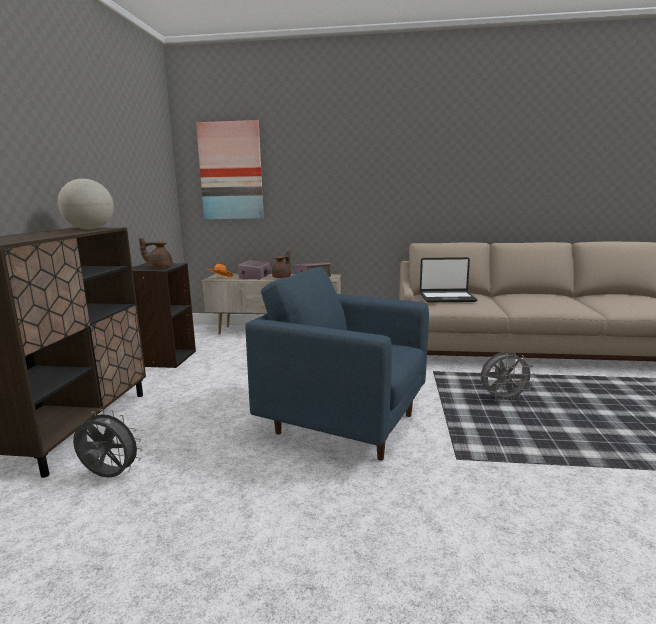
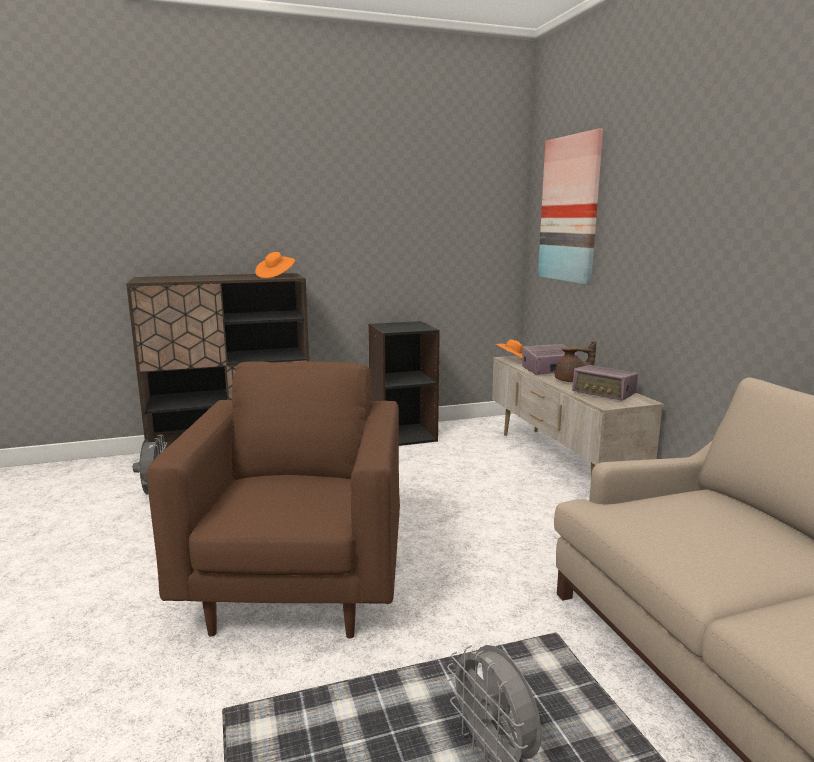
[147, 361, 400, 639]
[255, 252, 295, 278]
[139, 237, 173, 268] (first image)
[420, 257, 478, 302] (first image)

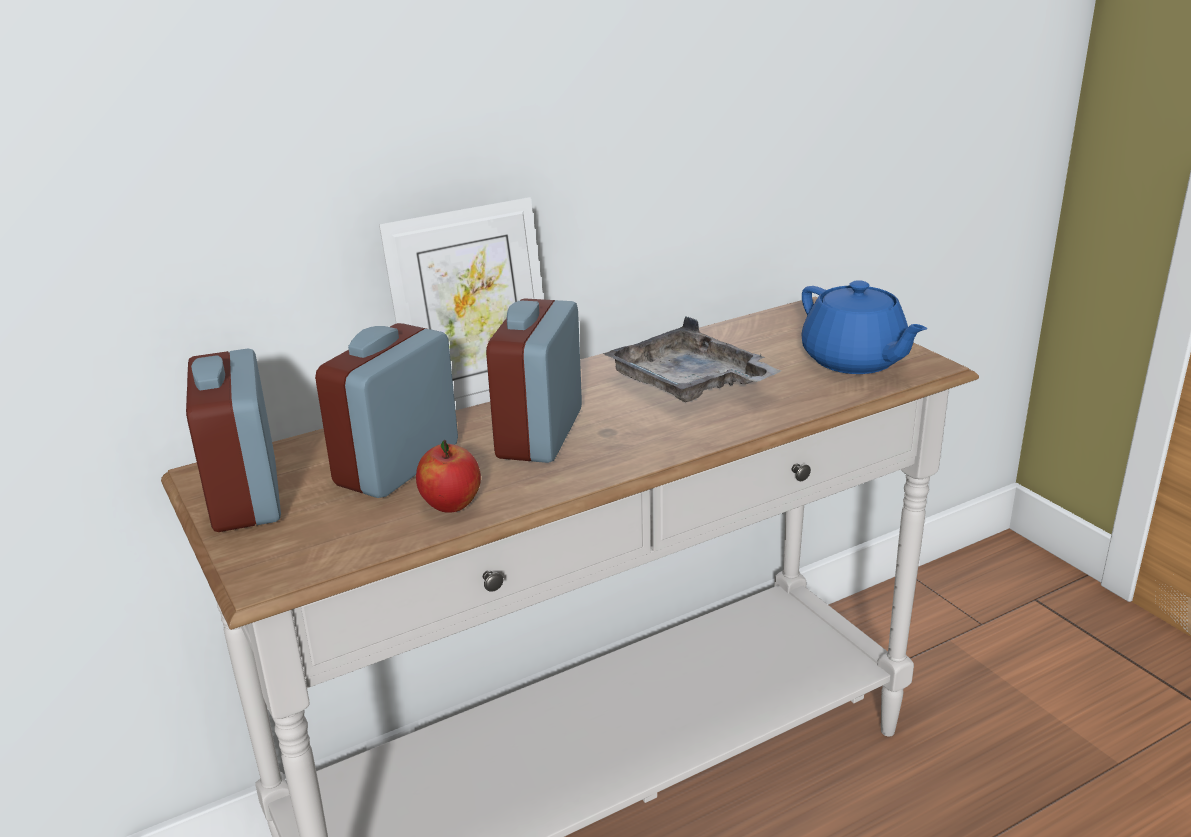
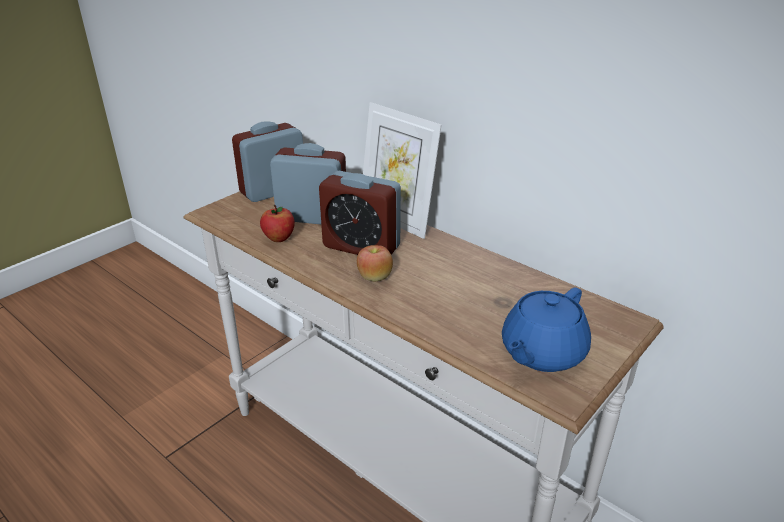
[319, 171, 401, 255]
[357, 245, 393, 281]
[603, 316, 781, 402] (first image)

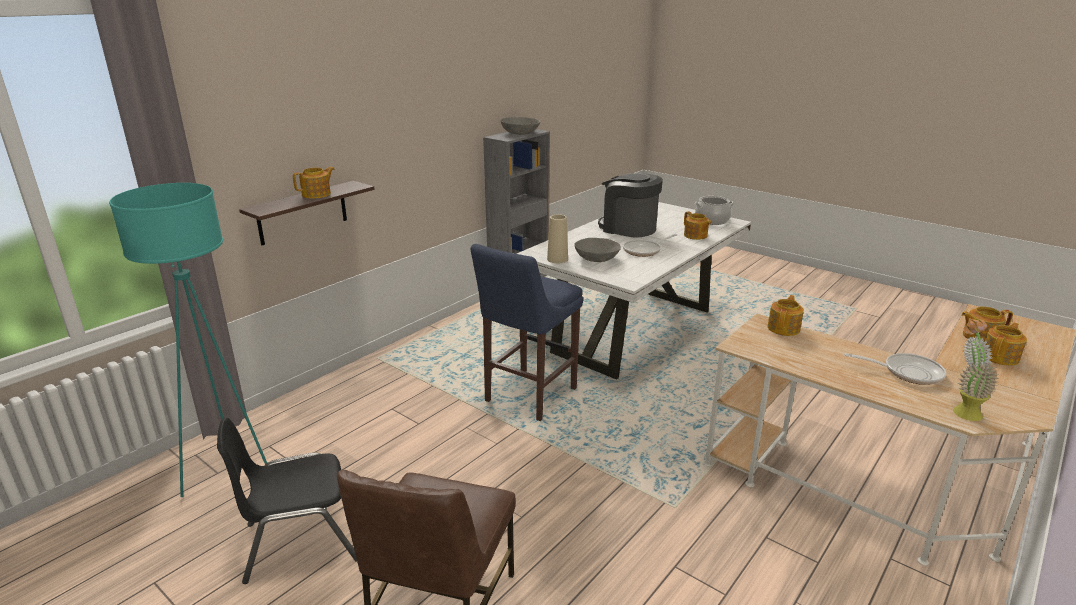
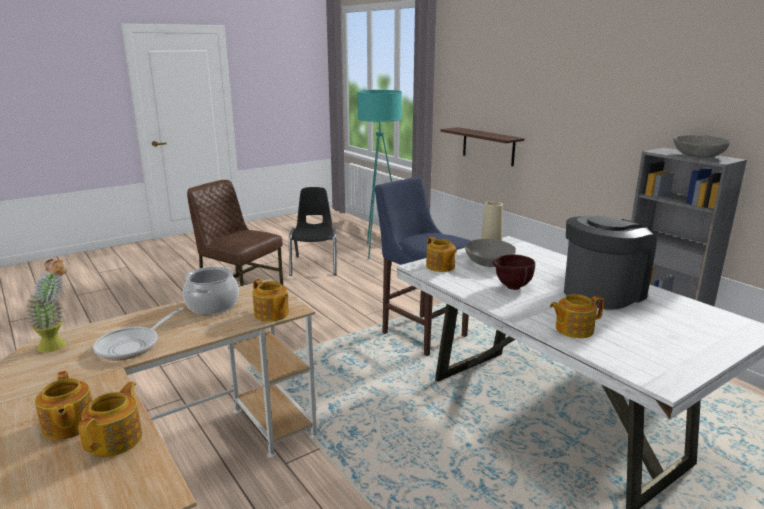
[183, 266, 239, 314]
[426, 237, 457, 272]
[493, 254, 535, 290]

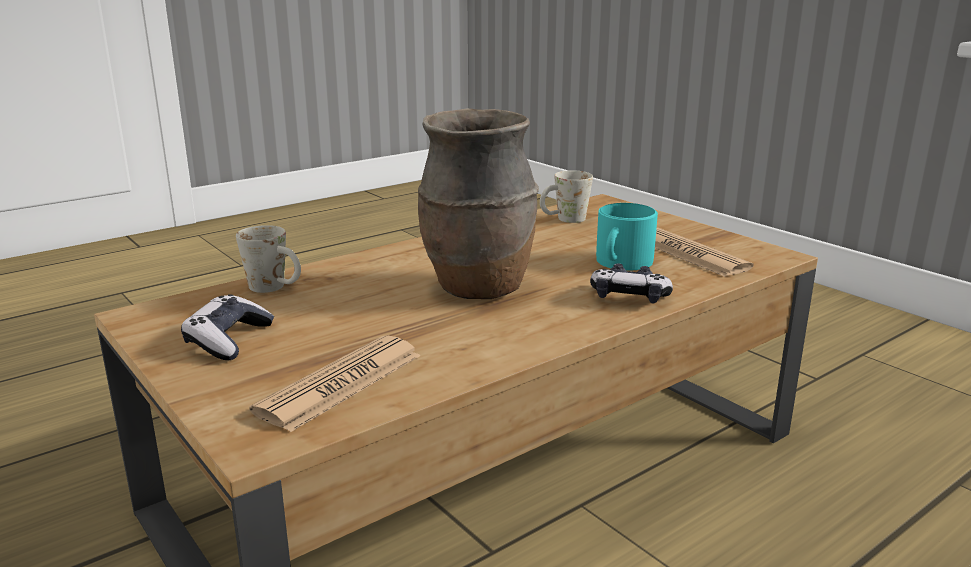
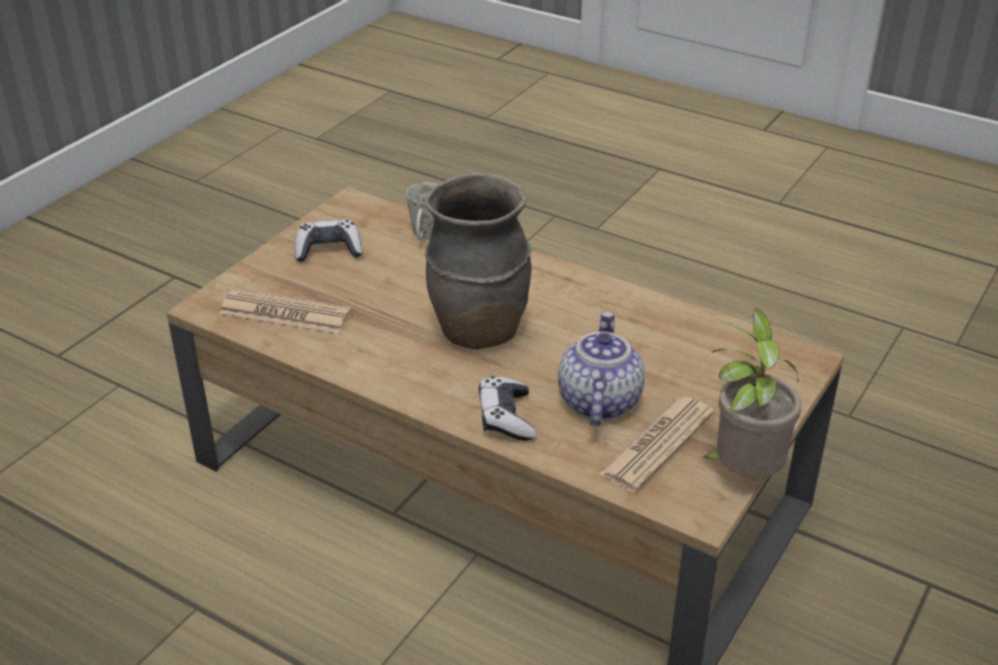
[558, 311, 645, 426]
[702, 307, 802, 478]
[540, 170, 593, 223] (first image)

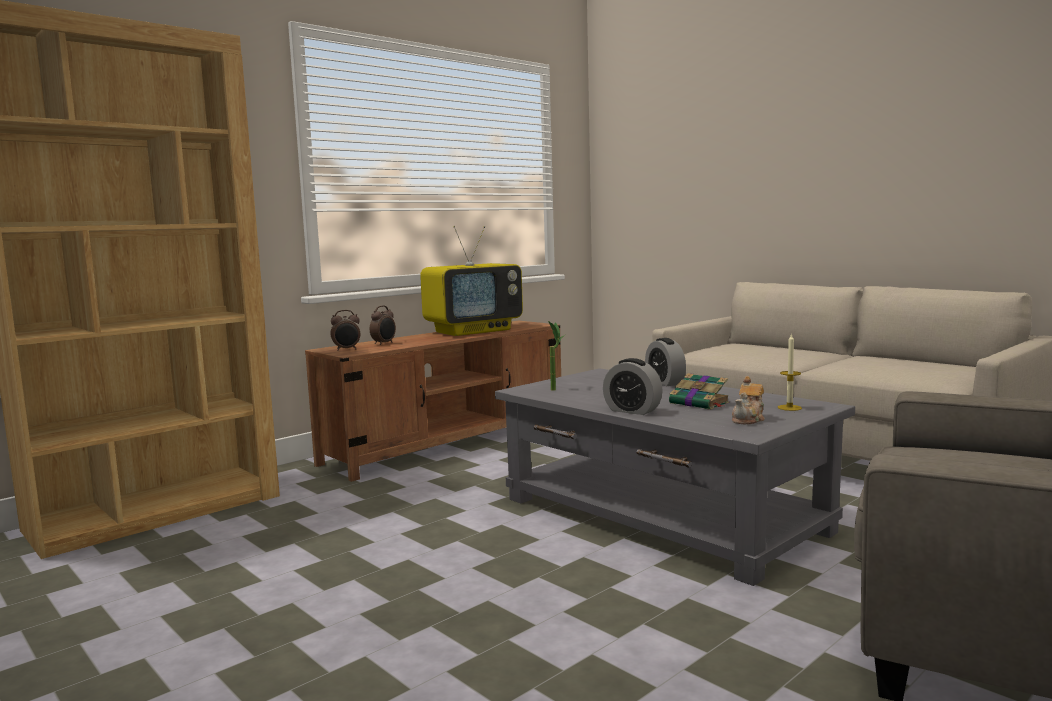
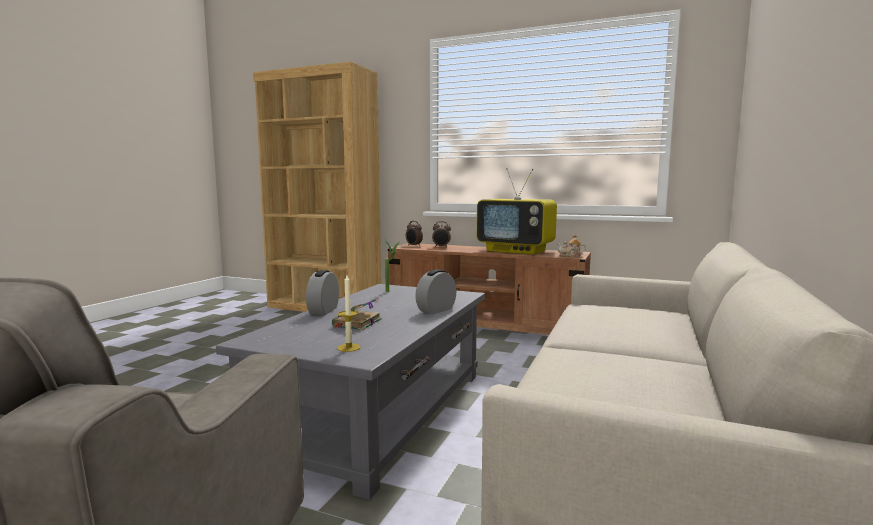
[557, 234, 586, 257]

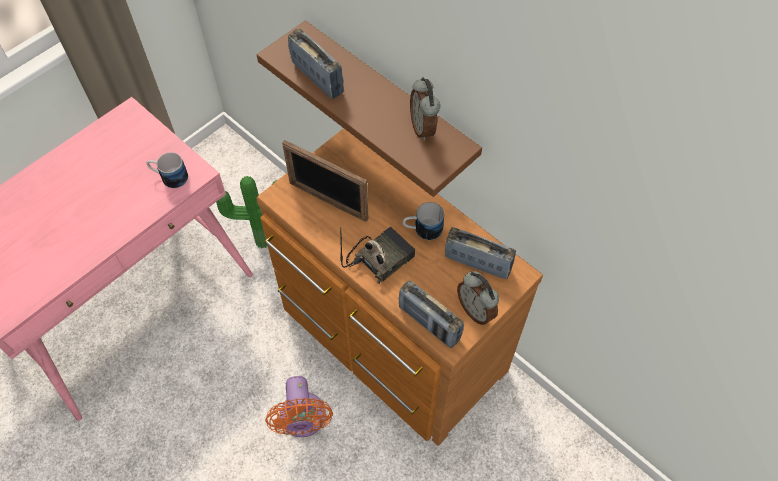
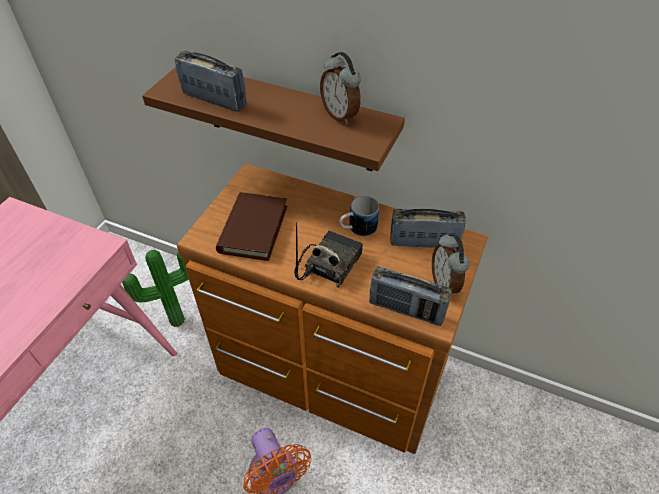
[216, 192, 287, 261]
[432, 233, 470, 293]
[146, 152, 188, 188] (first image)

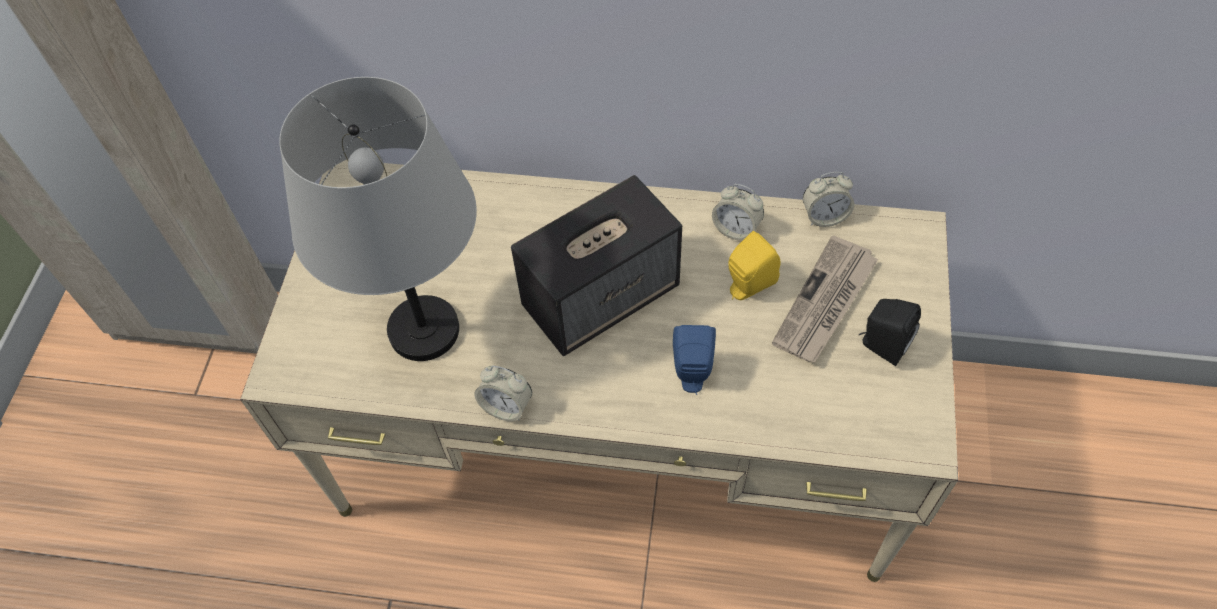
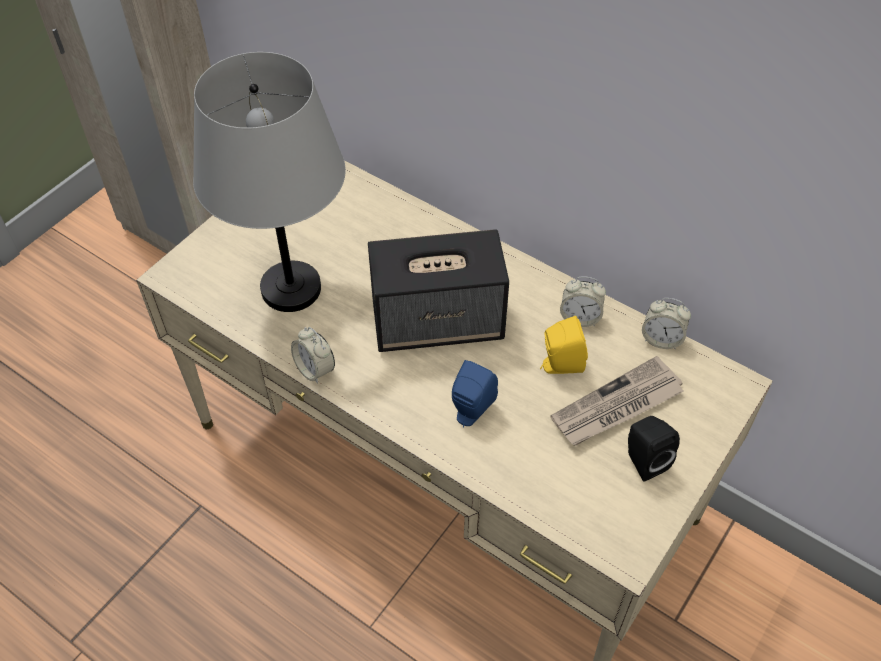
[560, 277, 606, 327]

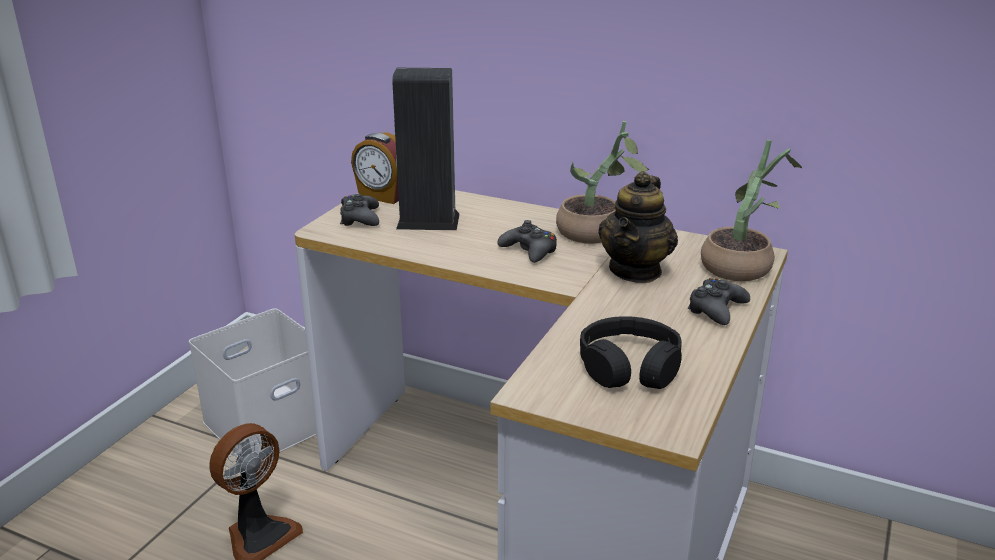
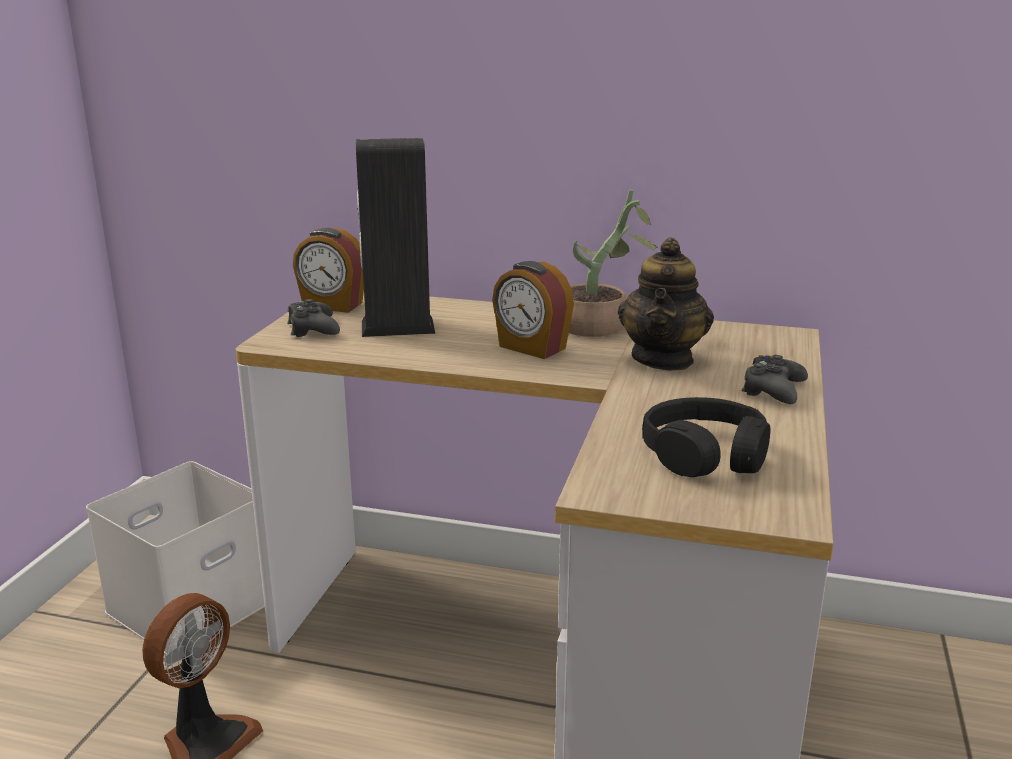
[492, 261, 574, 359]
[701, 140, 802, 281] (first image)

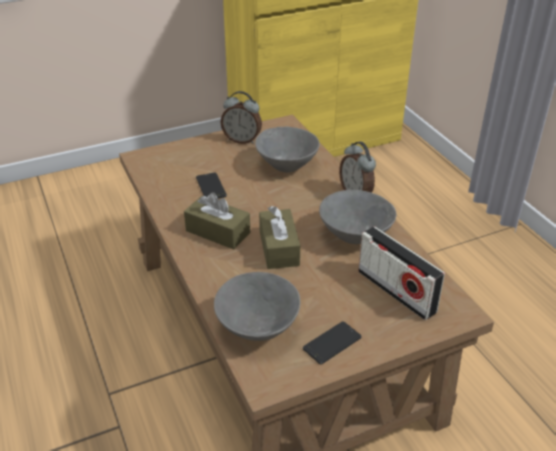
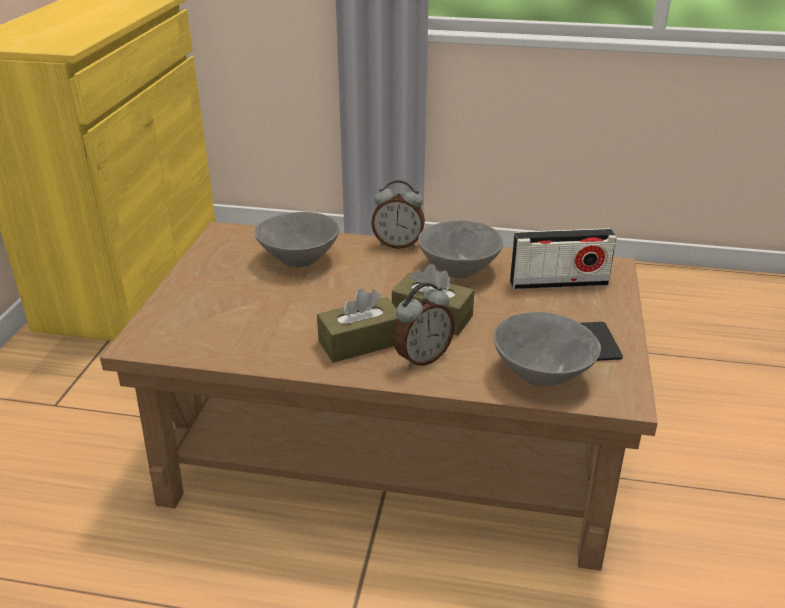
[393, 282, 455, 368]
[196, 173, 227, 199] (first image)

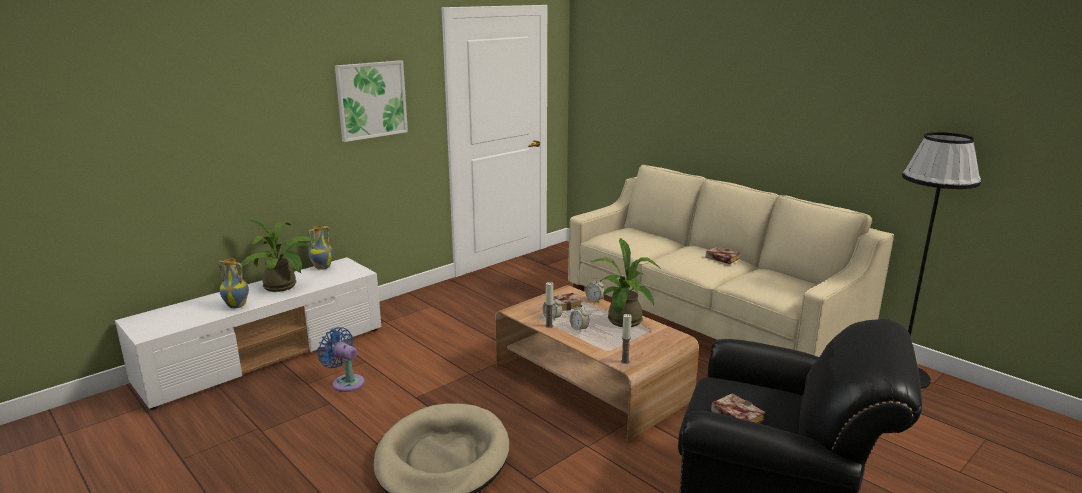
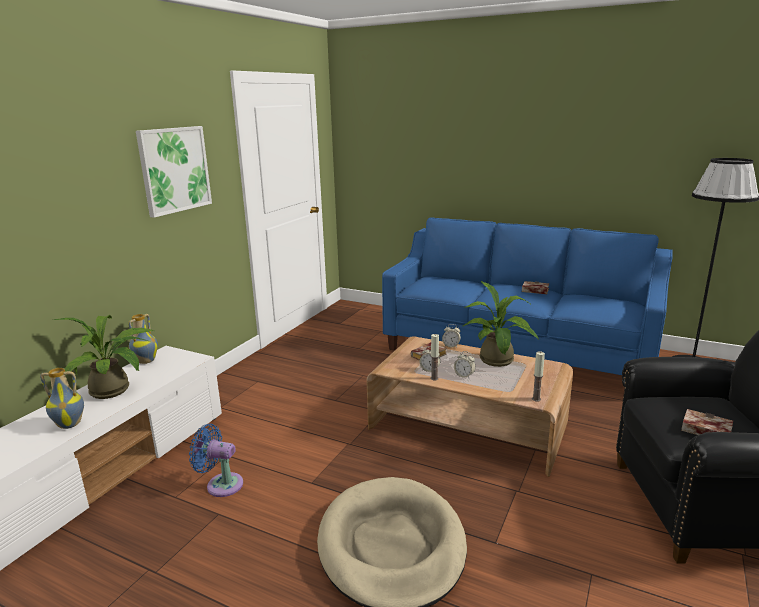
[382, 217, 673, 375]

